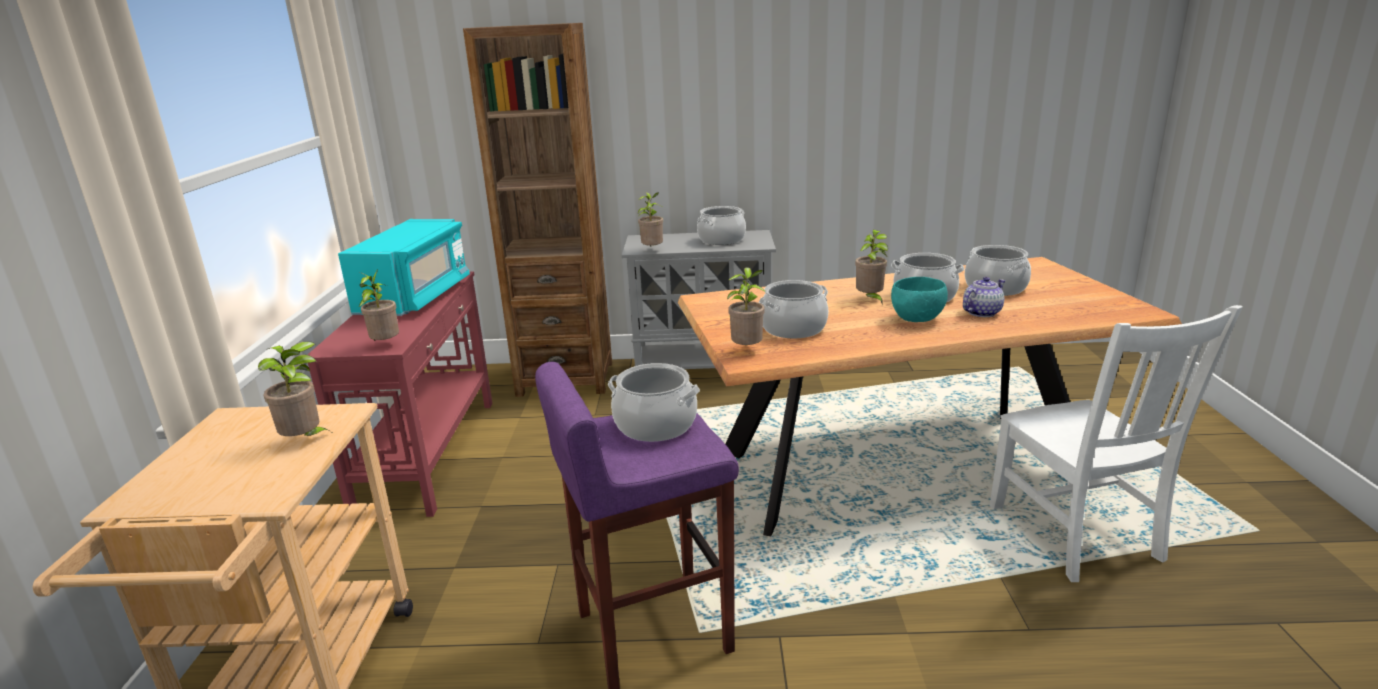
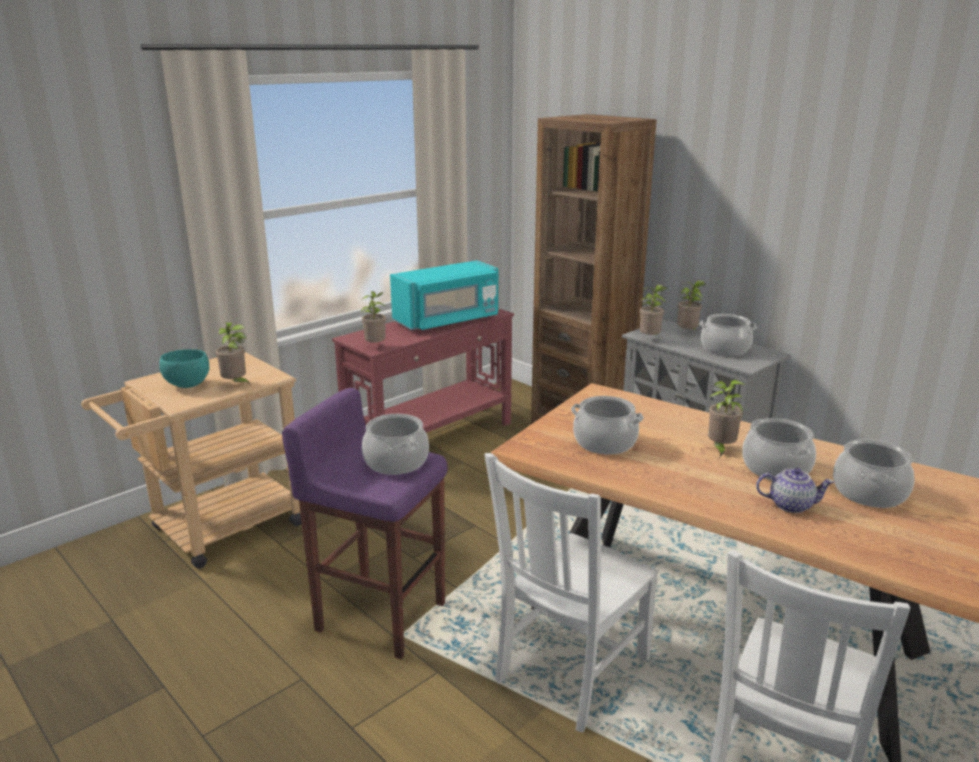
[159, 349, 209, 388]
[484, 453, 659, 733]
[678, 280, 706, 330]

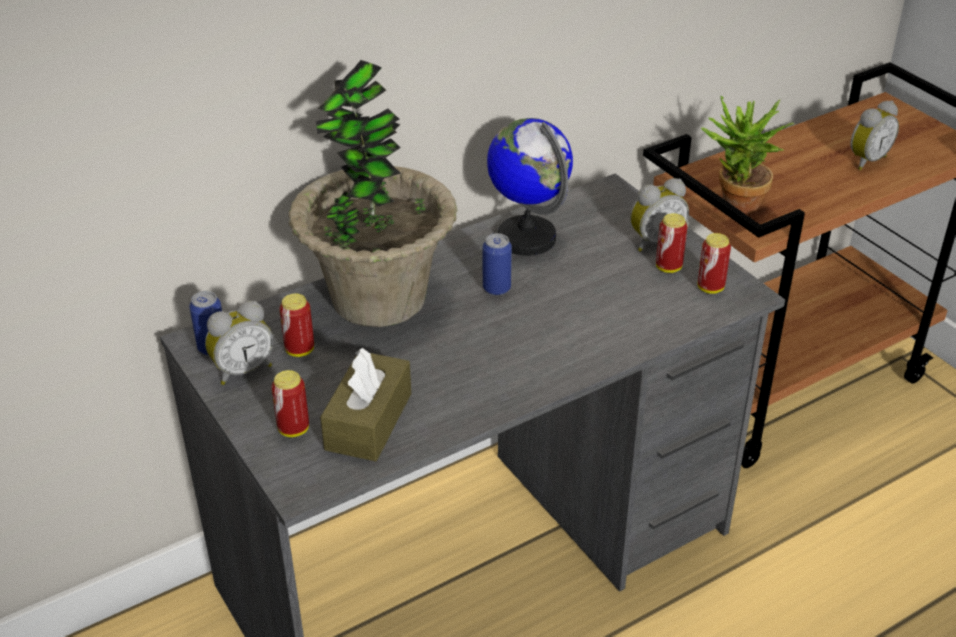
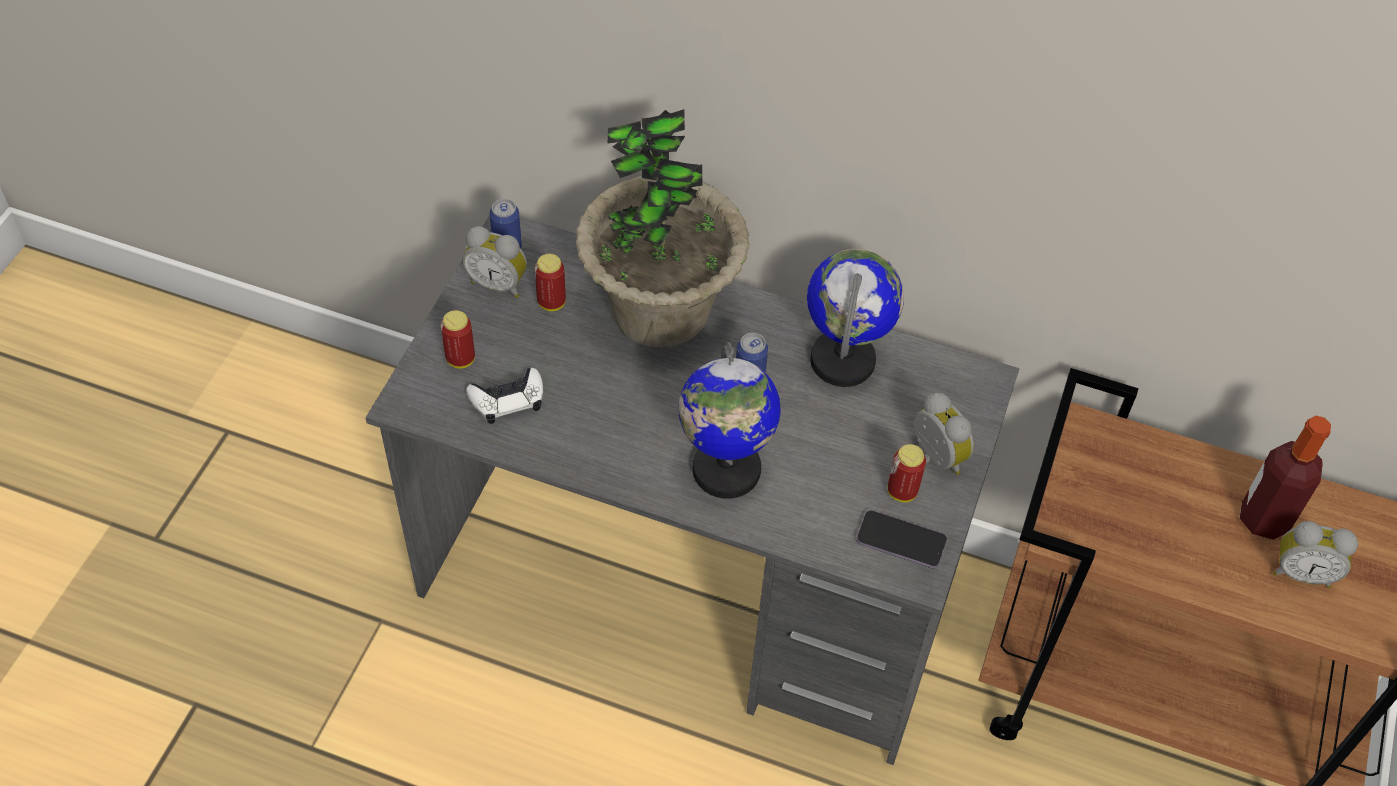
[466, 368, 543, 424]
[679, 342, 781, 499]
[856, 510, 947, 568]
[913, 393, 974, 475]
[1240, 416, 1331, 540]
[701, 96, 795, 213] (first image)

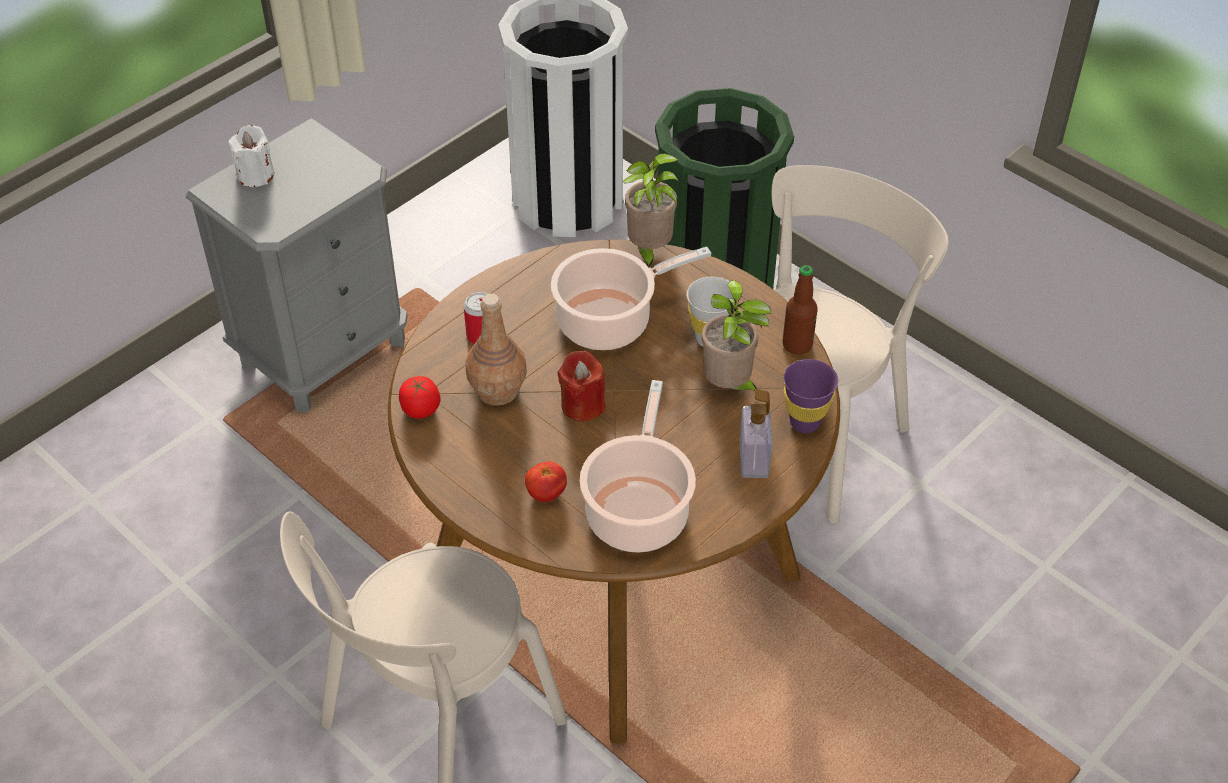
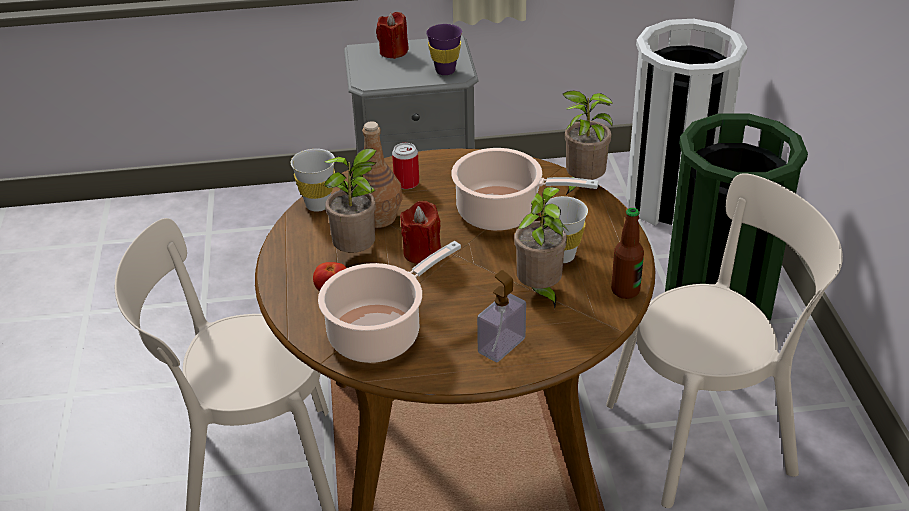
[291, 149, 335, 212]
[324, 148, 377, 253]
[376, 12, 409, 59]
[426, 24, 462, 75]

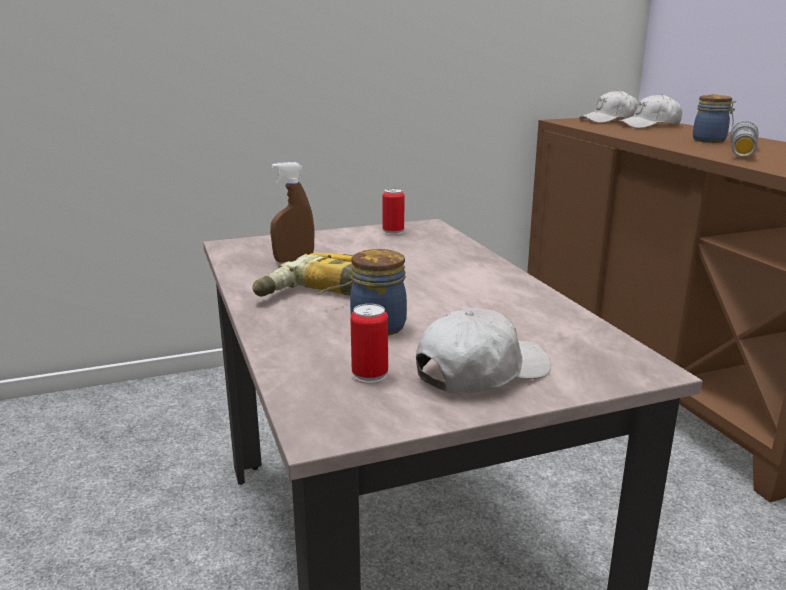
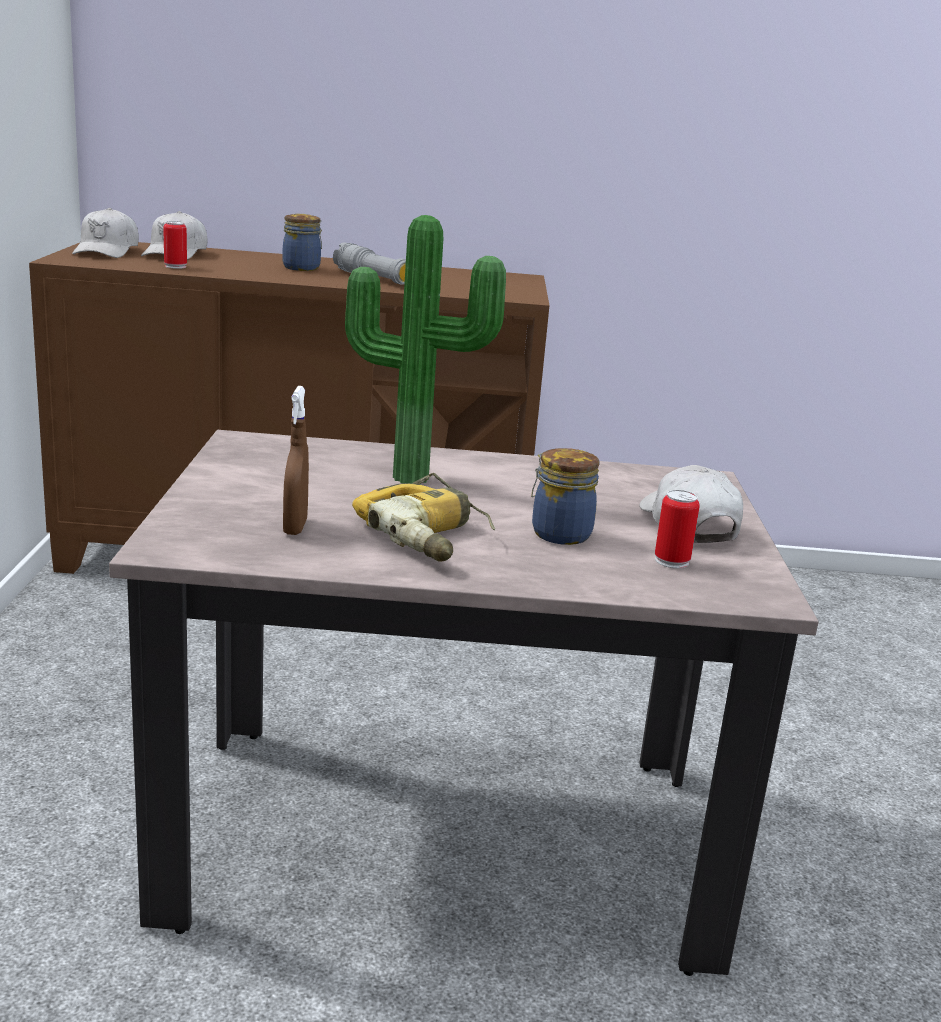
[163, 221, 187, 269]
[345, 215, 506, 484]

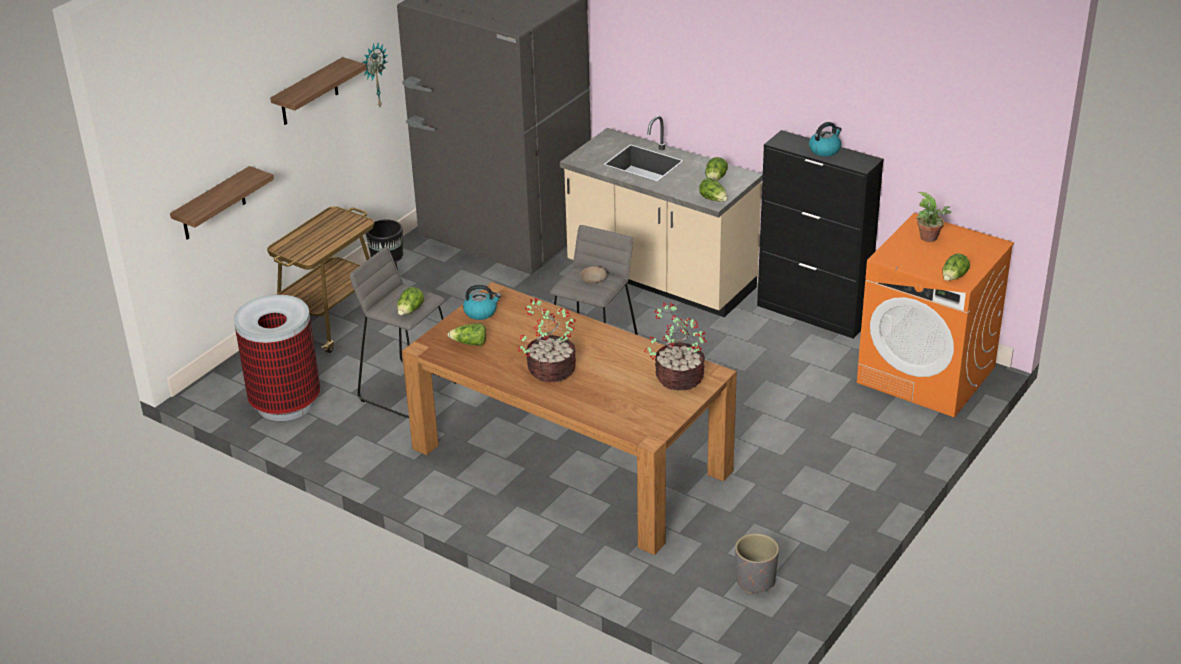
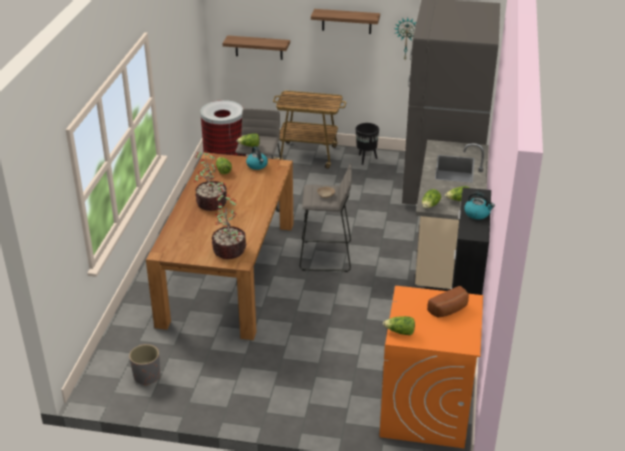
[427, 286, 469, 318]

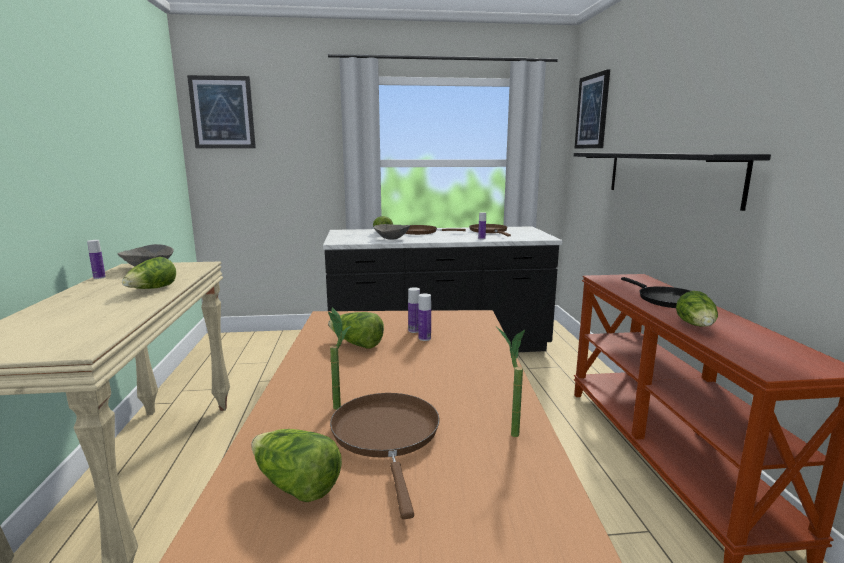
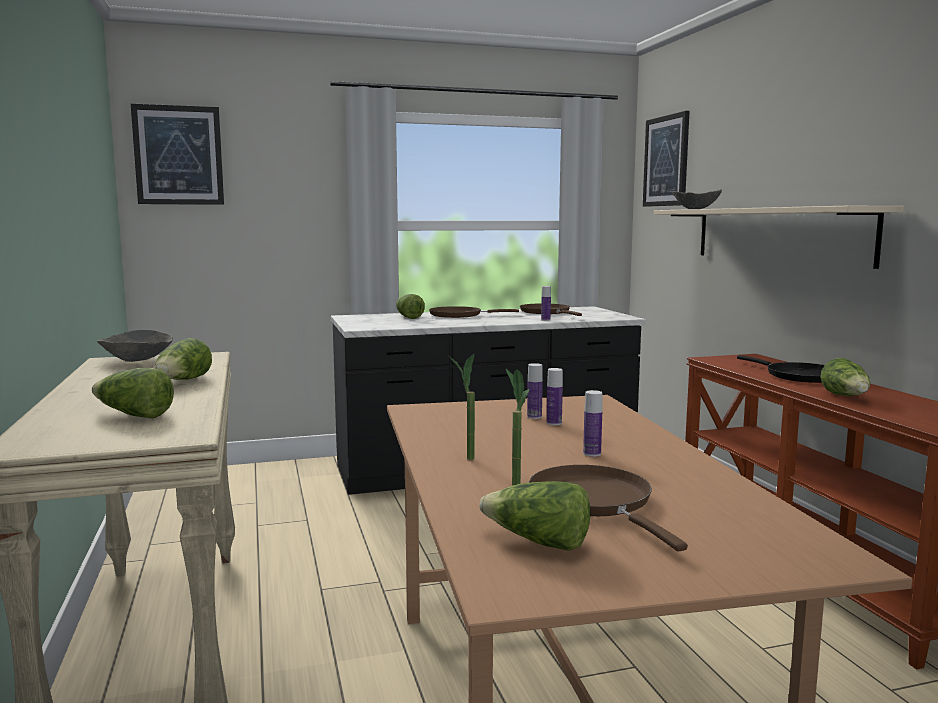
[92, 368, 174, 418]
[449, 354, 475, 460]
[583, 390, 603, 457]
[654, 205, 904, 269]
[672, 189, 722, 209]

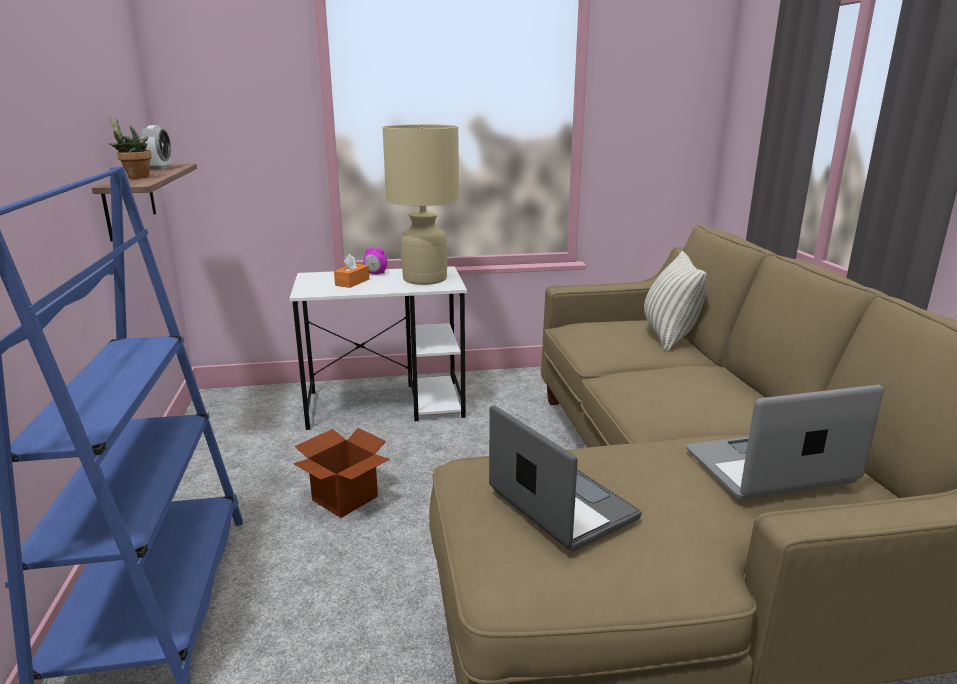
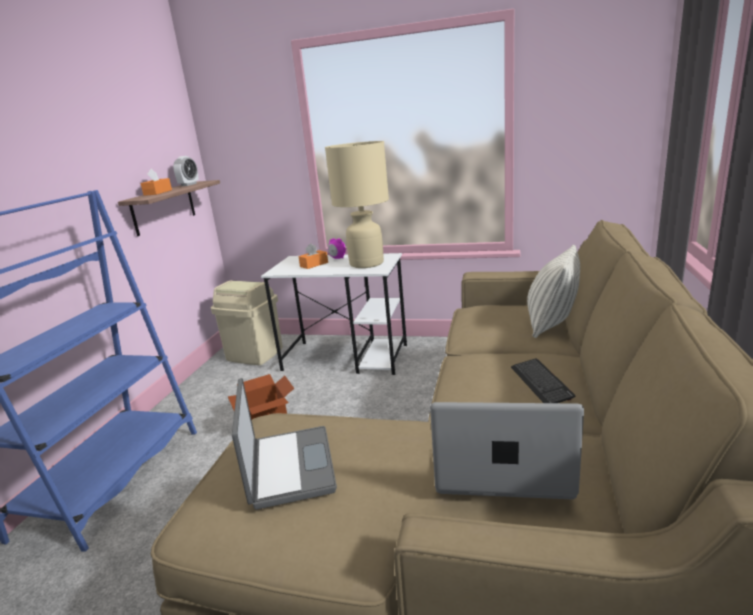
[140, 169, 172, 196]
[211, 280, 283, 365]
[511, 358, 576, 403]

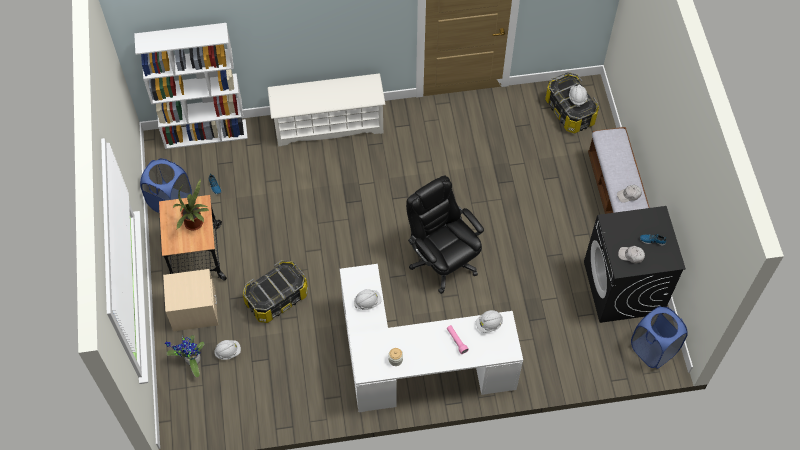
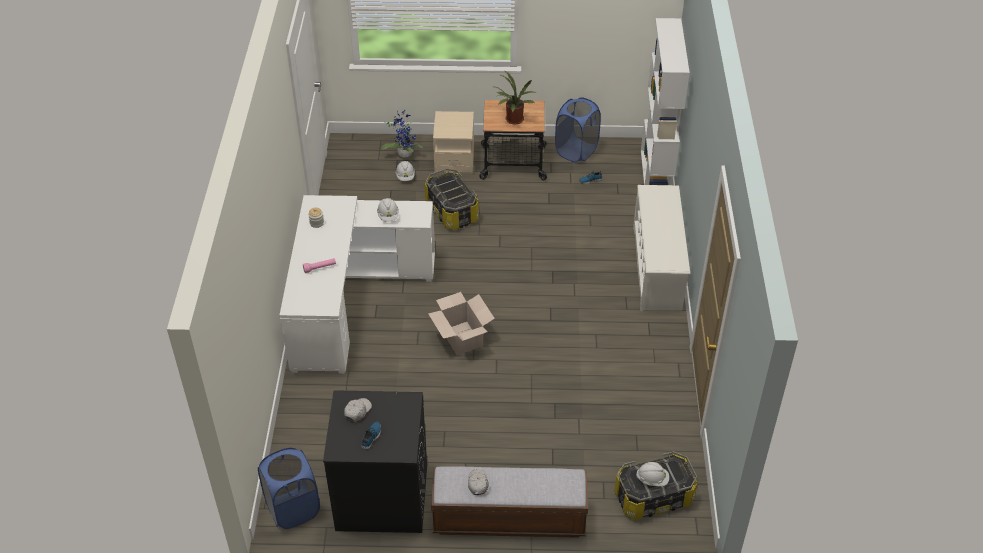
[428, 292, 495, 355]
[476, 310, 503, 333] (first image)

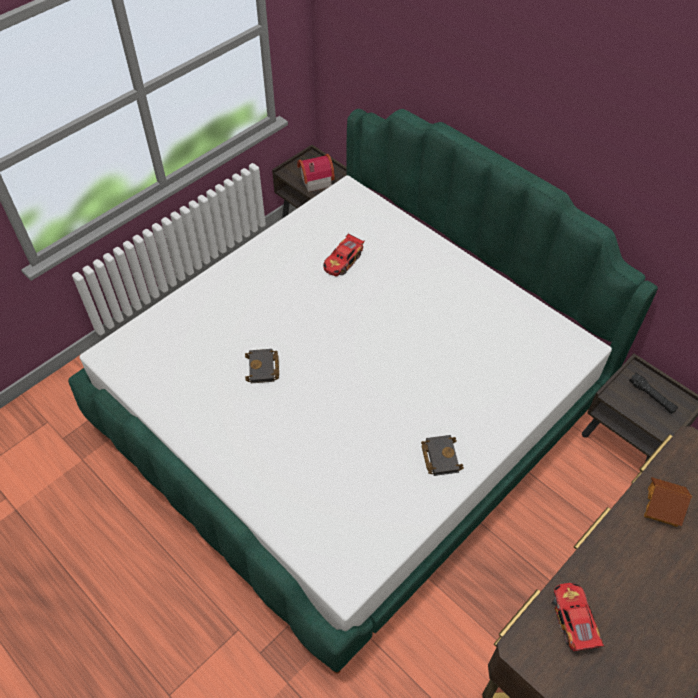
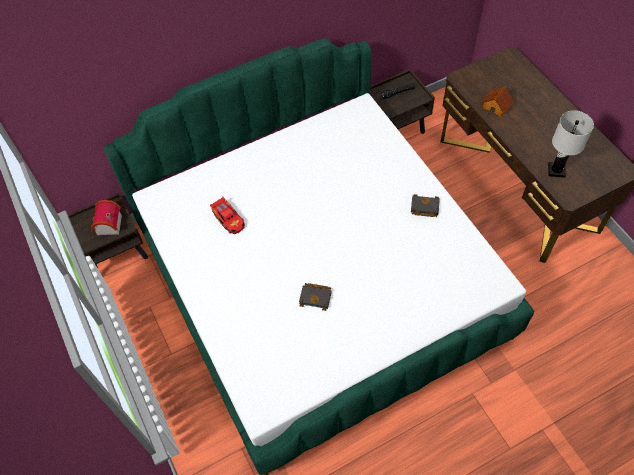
[548, 110, 594, 178]

